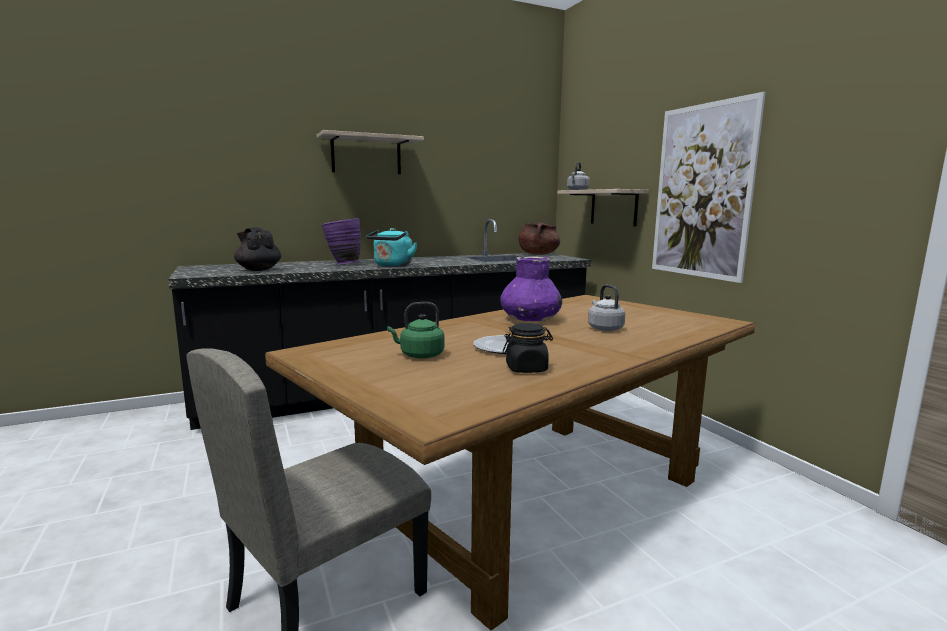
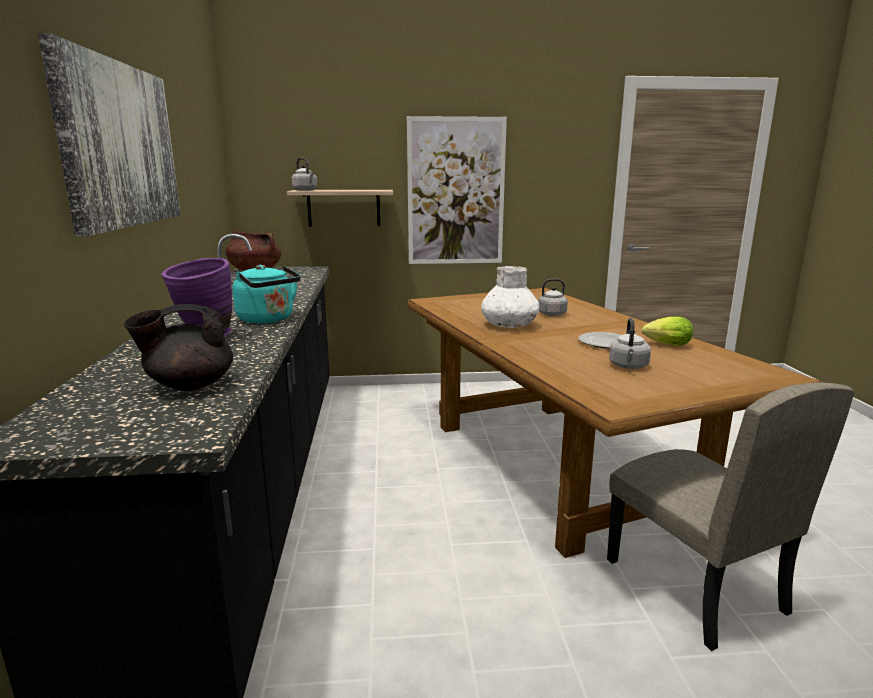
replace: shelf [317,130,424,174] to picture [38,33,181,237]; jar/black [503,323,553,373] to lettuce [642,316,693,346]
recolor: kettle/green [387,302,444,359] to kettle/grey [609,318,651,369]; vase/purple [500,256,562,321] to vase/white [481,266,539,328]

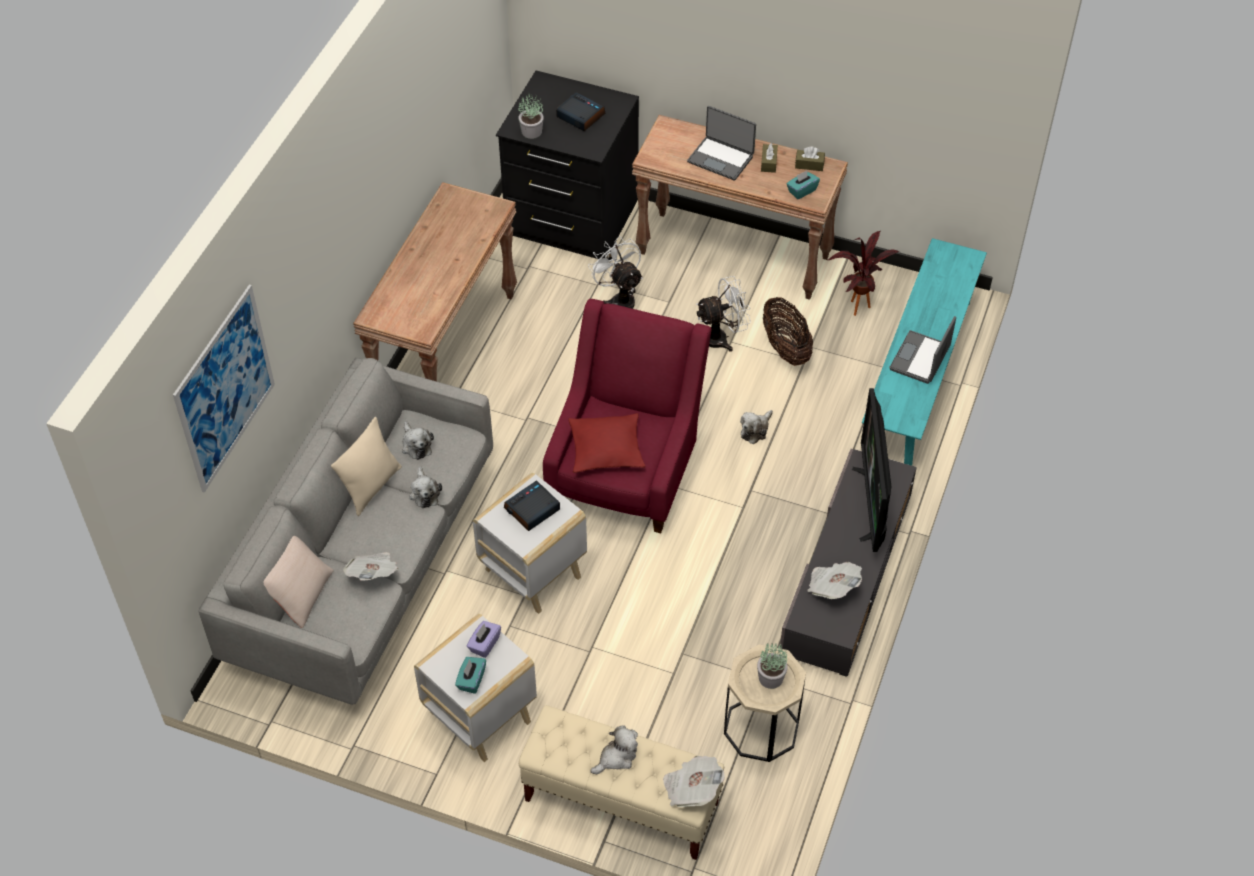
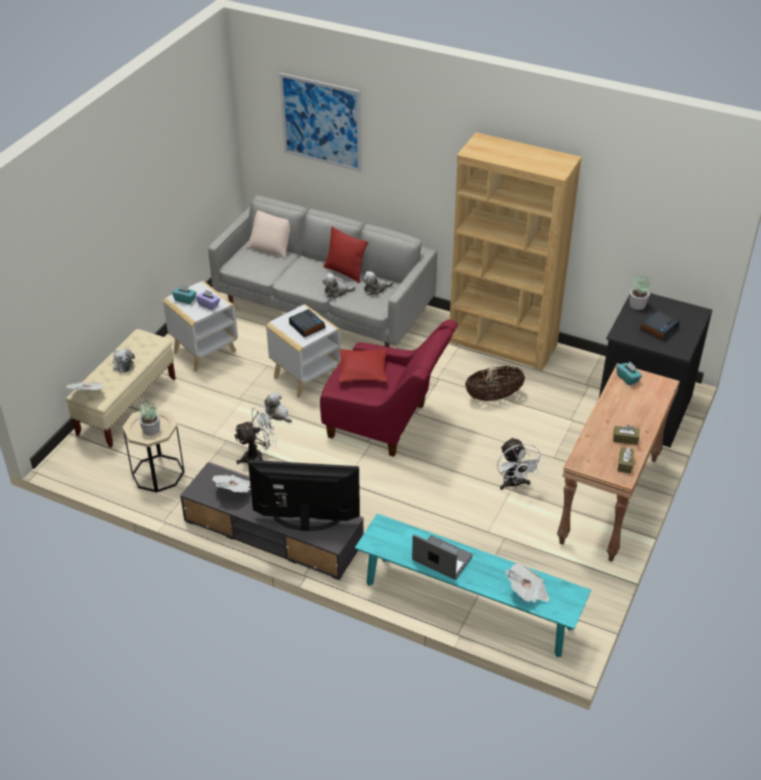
delete: laptop [687,106,756,180]; potted plant [828,231,899,316]
move: newspaper [343,552,398,581] to [506,564,549,603]; fan/white [588,236,643,309] to [234,405,278,464]; plush toy [740,410,773,444] to [264,392,292,423]; basket [763,297,813,366] to [465,366,525,401]; tissue box/turquoise [787,170,820,199] to [616,361,642,386]
replace: console table/brown [353,182,517,381] to bookcase/brown [450,132,582,371]
recolor: pillow/beige [331,417,402,516] to pillow/red [324,227,368,283]

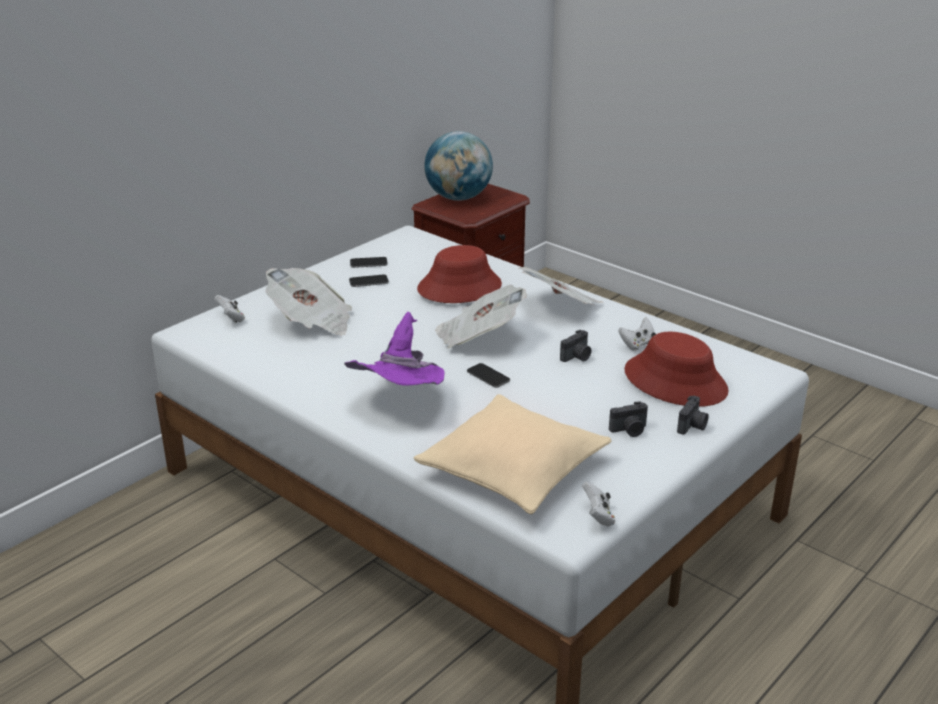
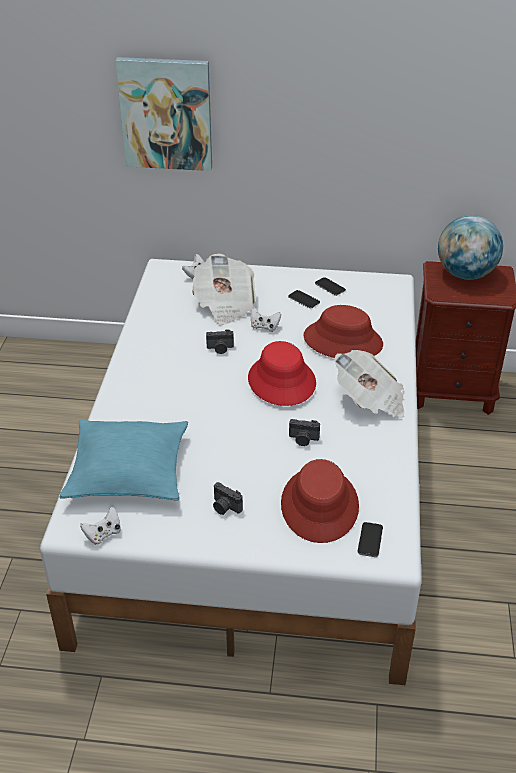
delete: hat/purple [344,312,445,386]
insert: picture [115,57,212,171]
move: phone [467,363,510,388] to [358,522,383,557]; game controller/white [618,318,656,351] to [251,308,281,332]; photo camera [677,395,709,435] to [206,330,234,354]
replace: newspaper [435,284,527,349] to hat/red [248,341,316,406]
recolor: pillow/beige [414,394,612,514] to pillow/turquoise [60,419,188,501]

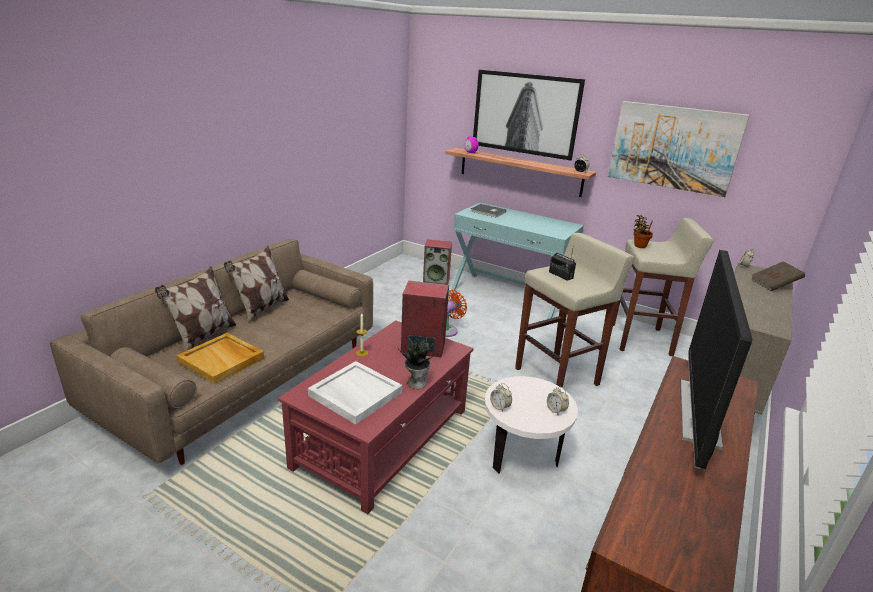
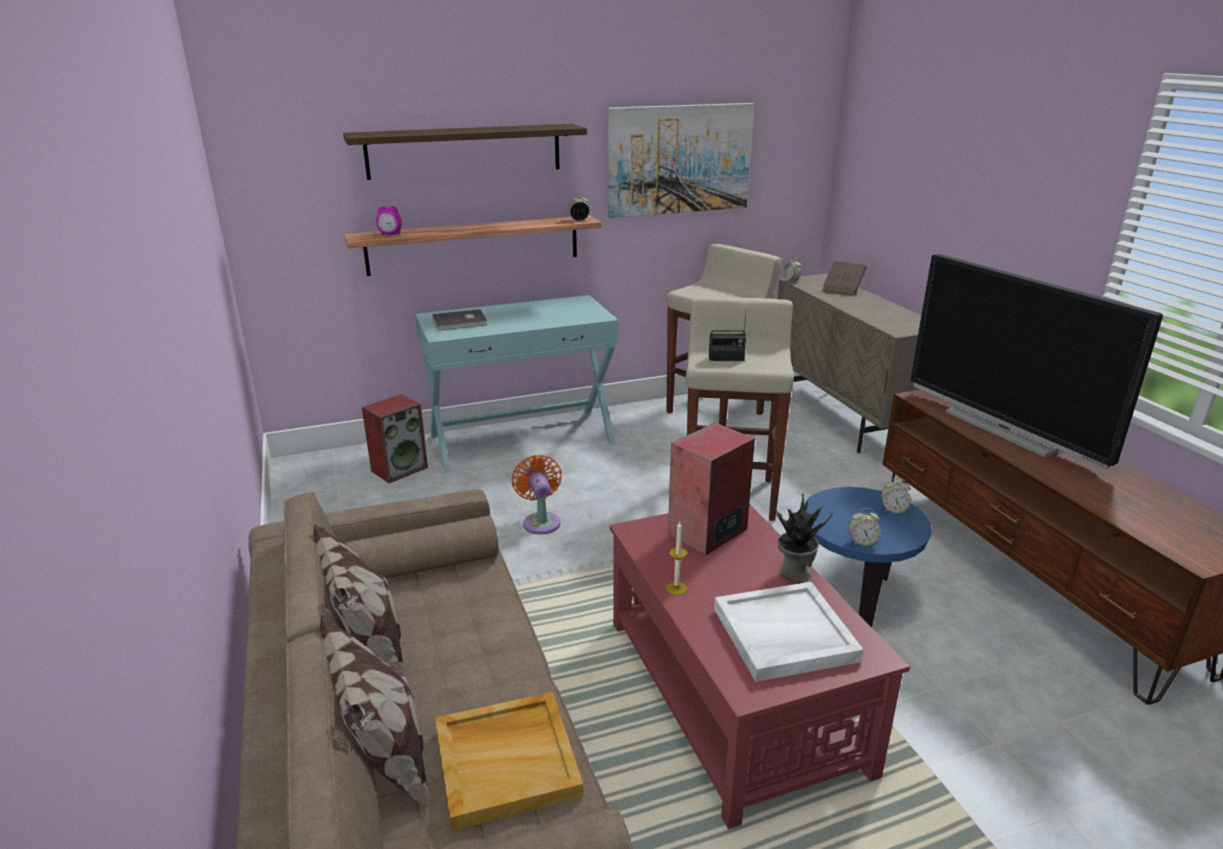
delete: potted plant [634,215,653,248]
replace: picture [473,70,585,160] to shelf [343,124,587,180]
recolor: side table/white [485,376,578,474] to side table/blue [806,487,932,627]

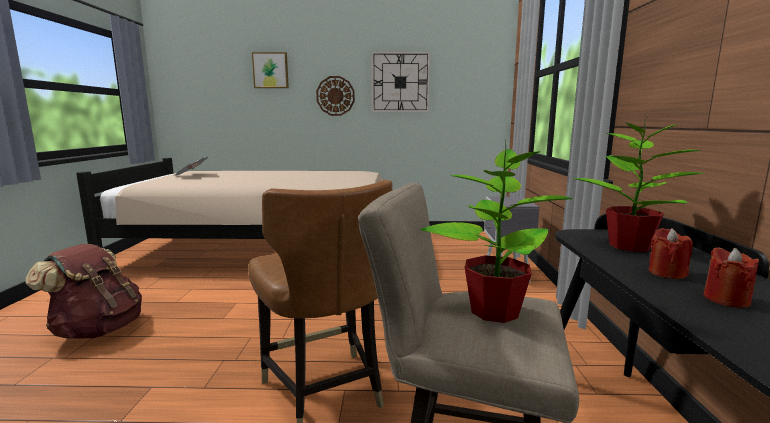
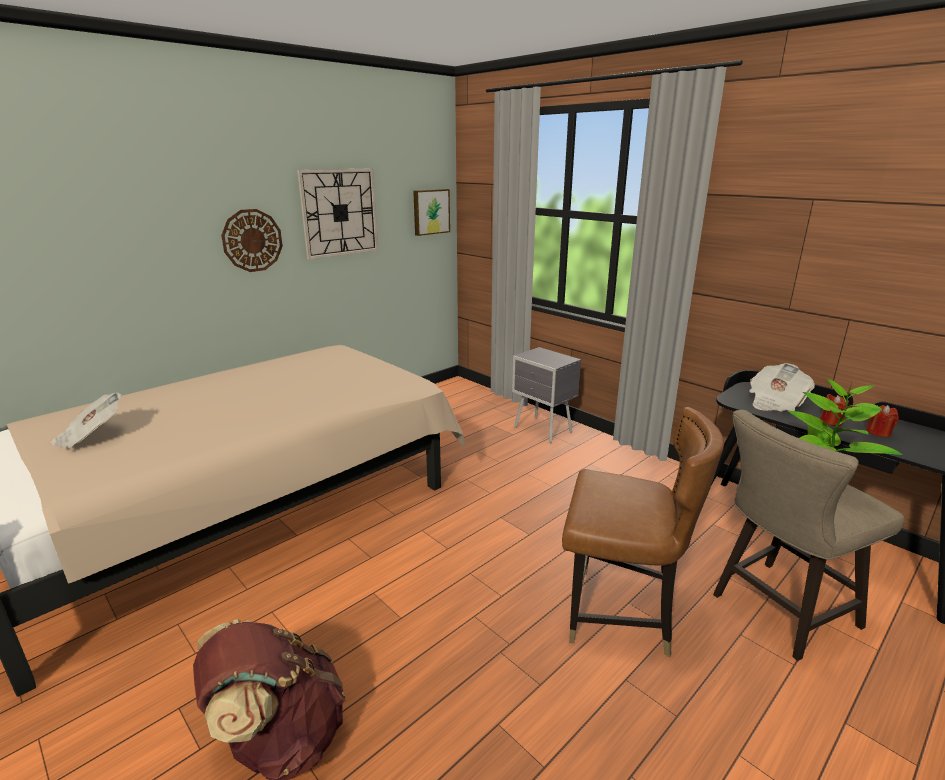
move: picture [252,52,289,88] to [413,189,450,236]
replace: potted plant [572,117,705,252] to newspaper [749,363,815,412]

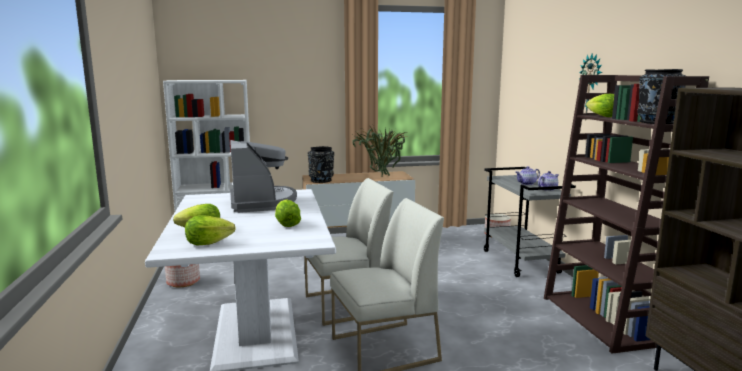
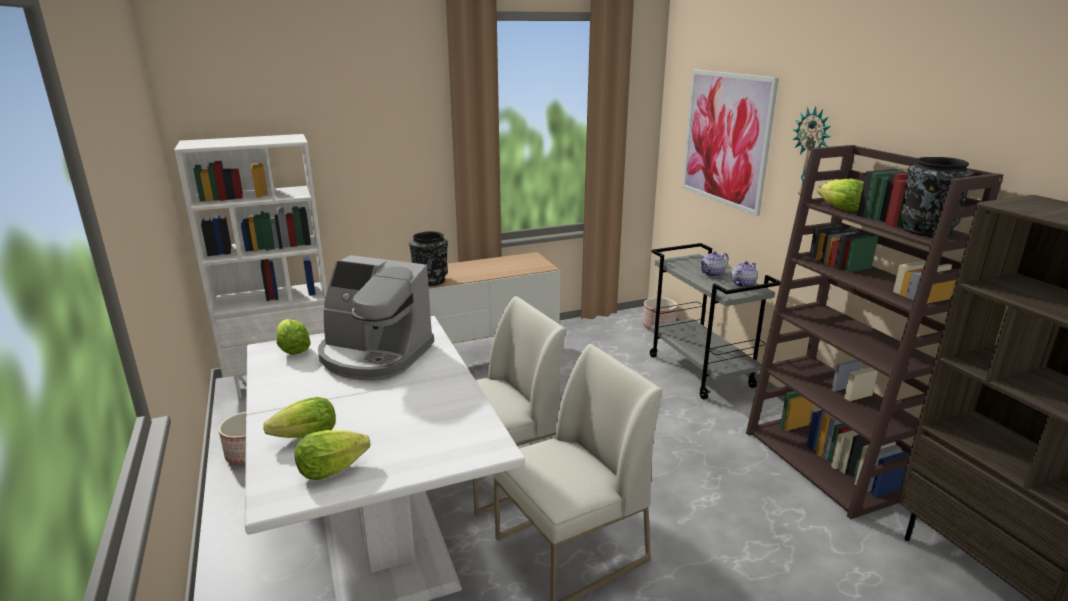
delete: potted plant [352,127,408,177]
insert: picture [682,70,779,216]
move: lettuce [275,199,301,227] to [277,319,311,355]
rotate: coffee machine [230,140,297,213] = [318,255,434,381] 135 degrees clockwise

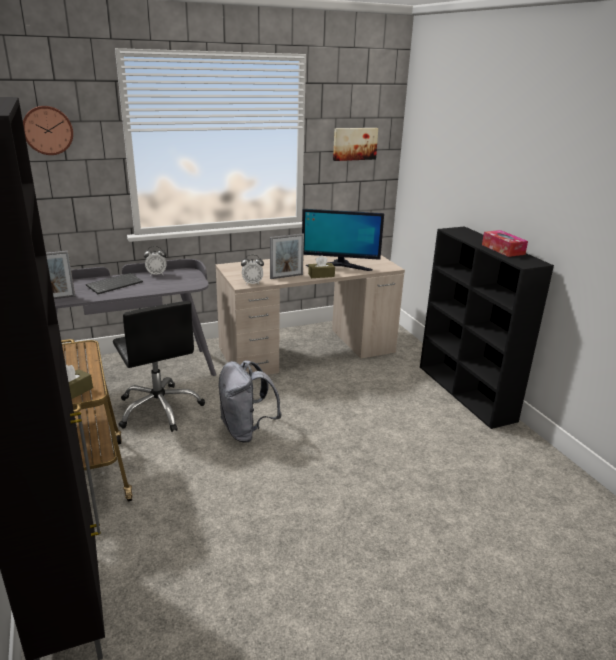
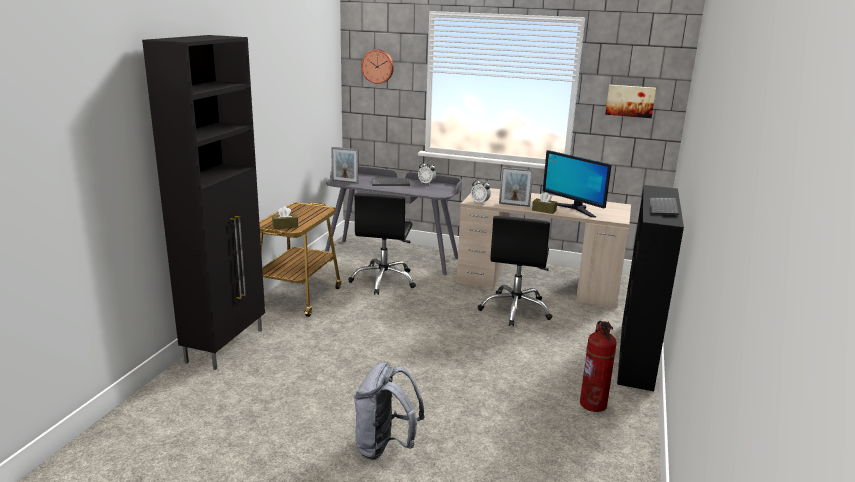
insert: office chair/black [478,216,553,327]; fire extinguisher [580,321,617,412]
move: backpack/grey [218,360,282,442] to [354,362,425,460]
replace: tissue box [482,230,528,257] to keyboard [650,198,679,215]

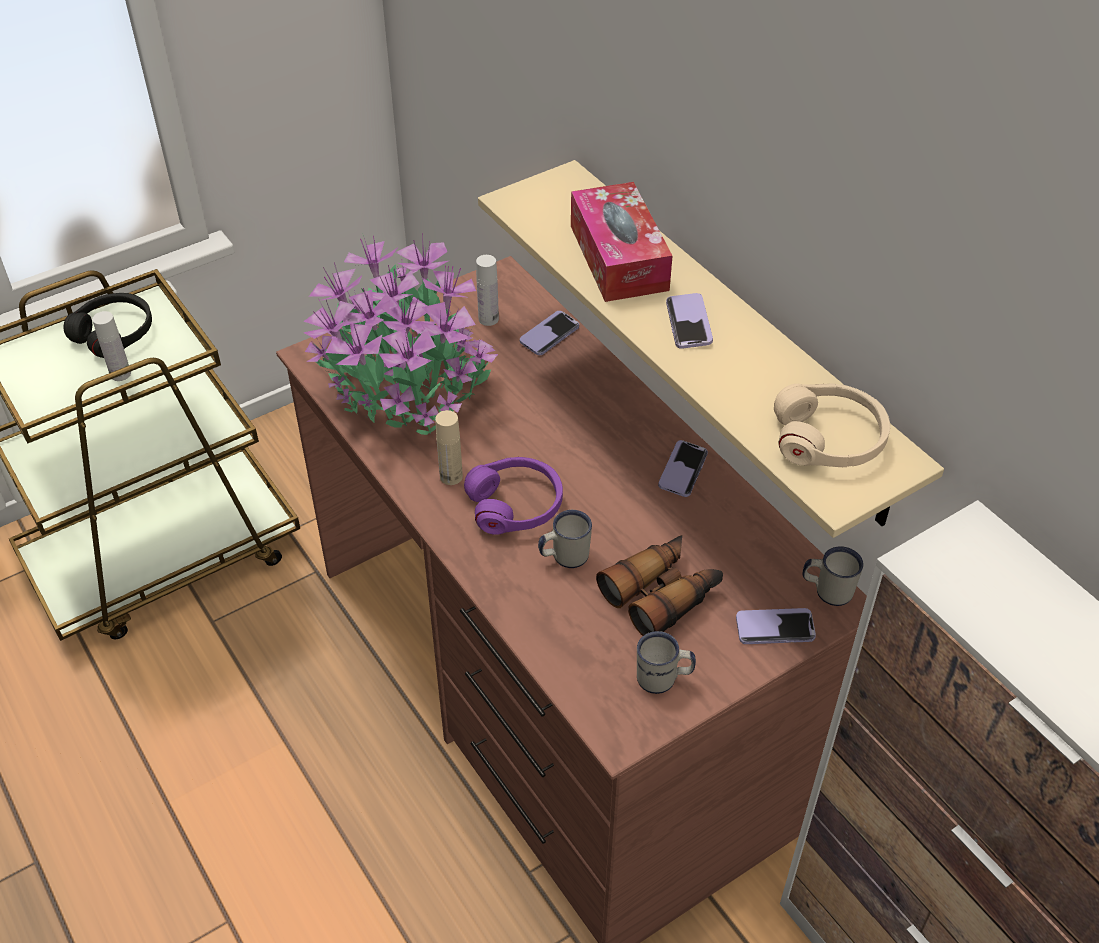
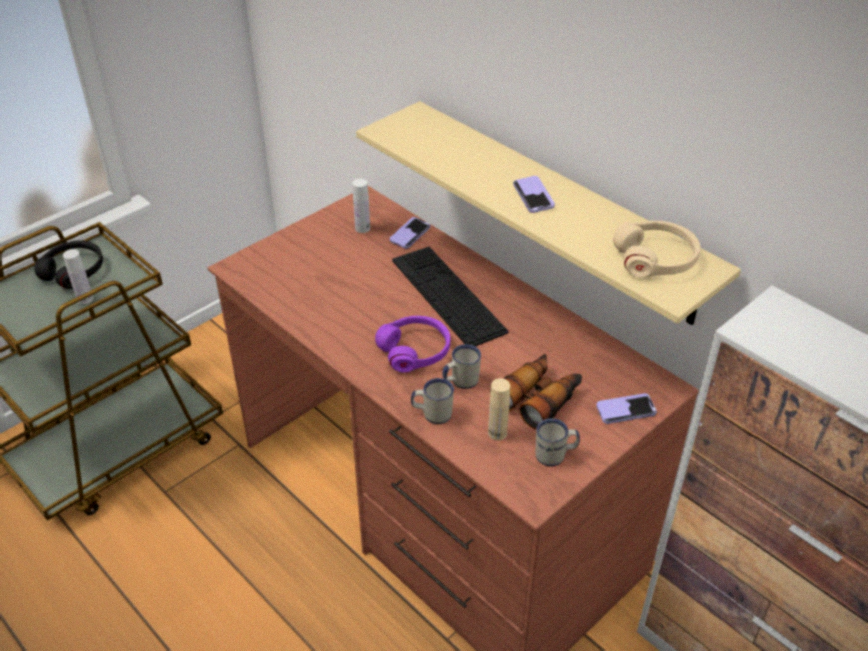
delete: potted plant [303,233,498,435]; tissue box [571,182,673,302]; phone [658,440,708,497]
insert: keyboard [392,247,508,346]
move: bottle/beige [435,410,463,485] to [488,378,510,441]; mug/white [802,546,864,606] to [411,378,454,424]

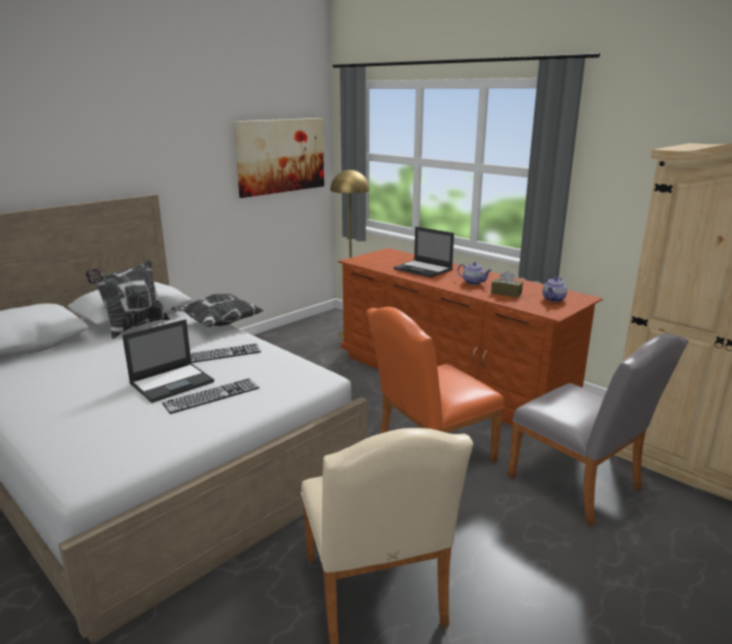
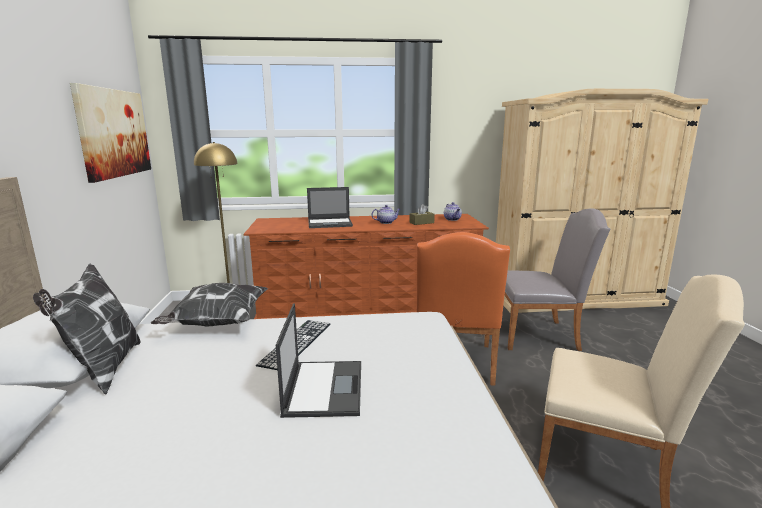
delete: keyboard [162,379,259,414]

